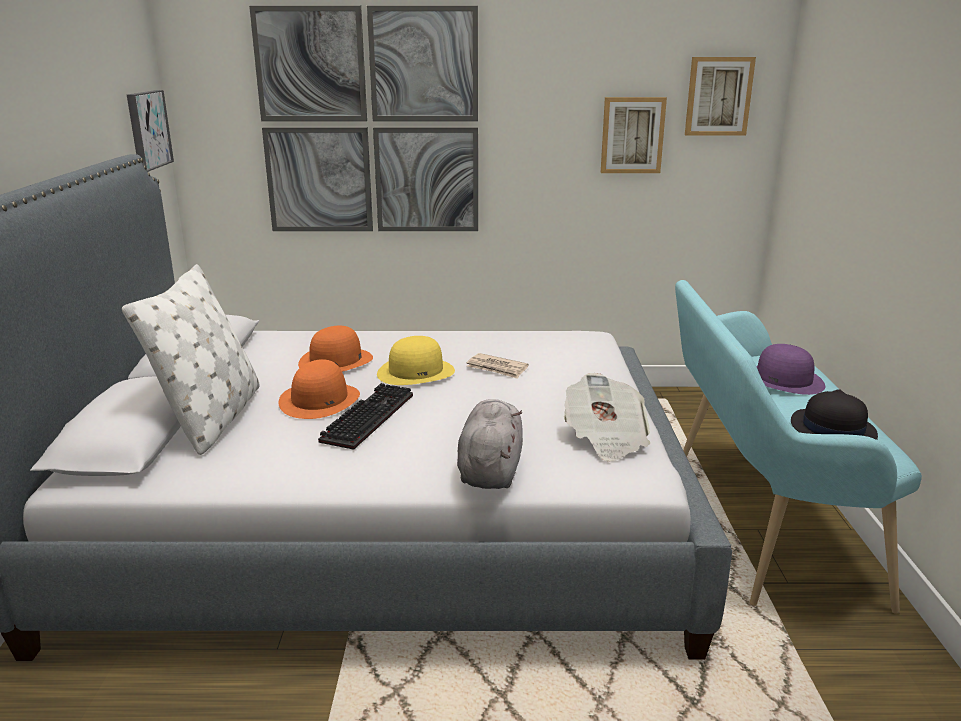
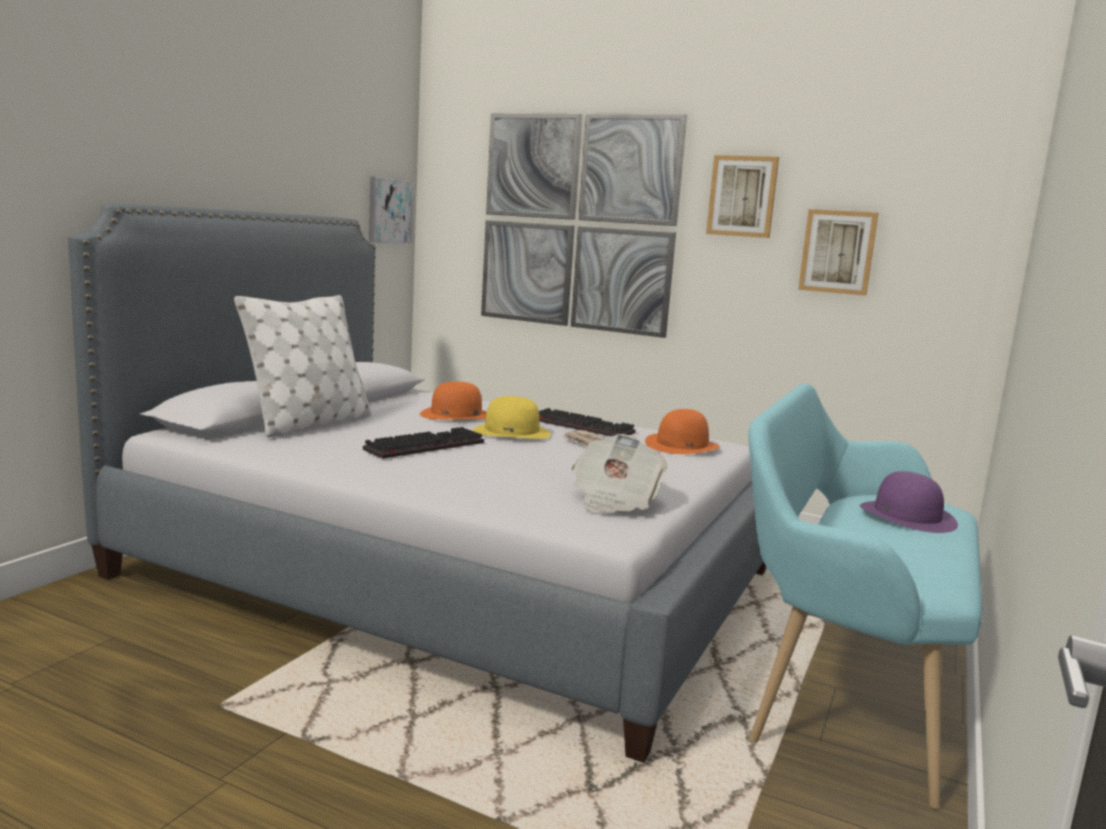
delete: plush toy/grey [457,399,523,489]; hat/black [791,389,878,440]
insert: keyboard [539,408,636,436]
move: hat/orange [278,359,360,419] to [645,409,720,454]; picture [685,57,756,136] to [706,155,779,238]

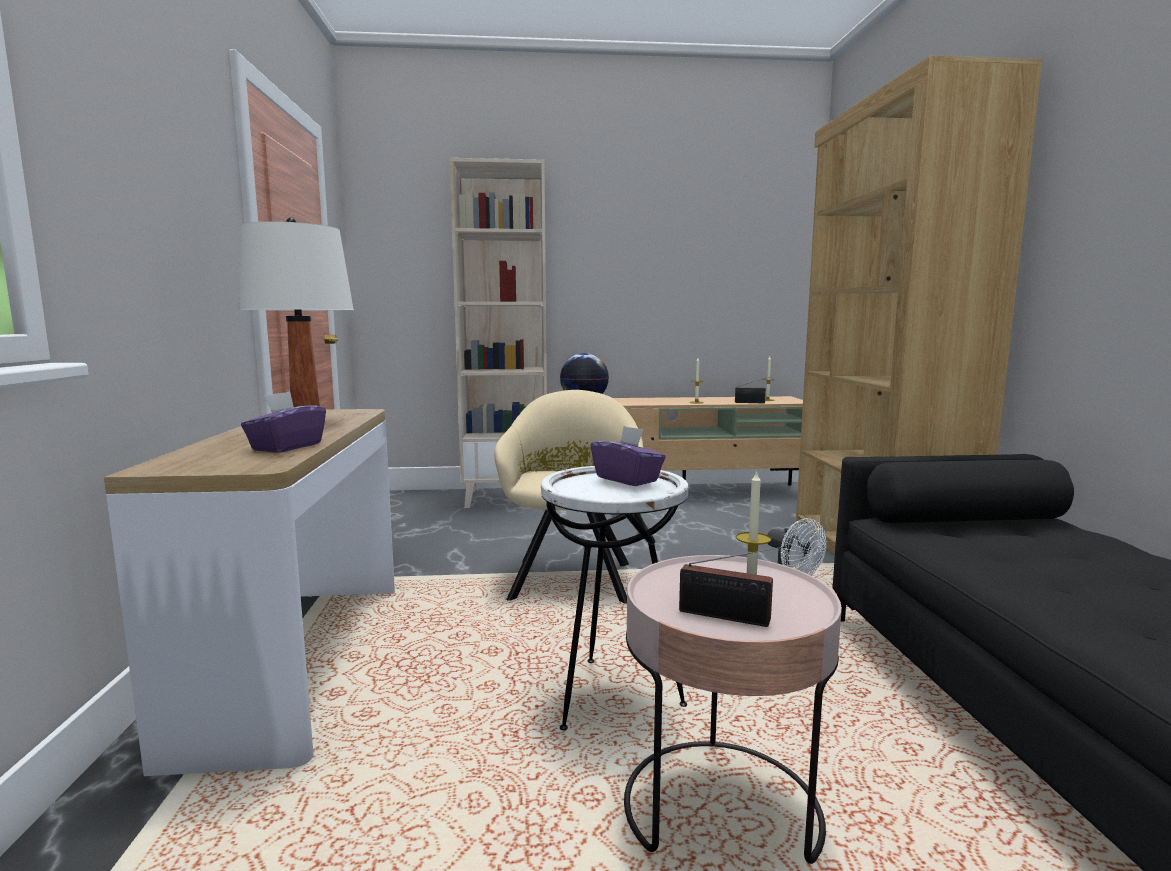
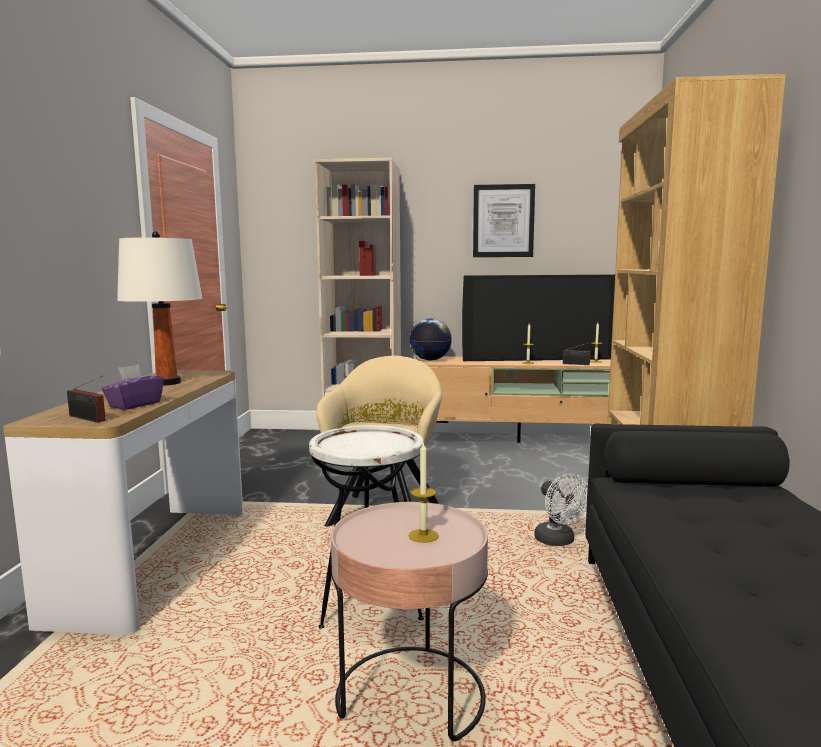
delete: tissue box/purple [591,426,666,486]
insert: television [462,275,615,361]; picture [473,184,535,257]
move: radio [679,546,786,627] to [67,375,106,423]

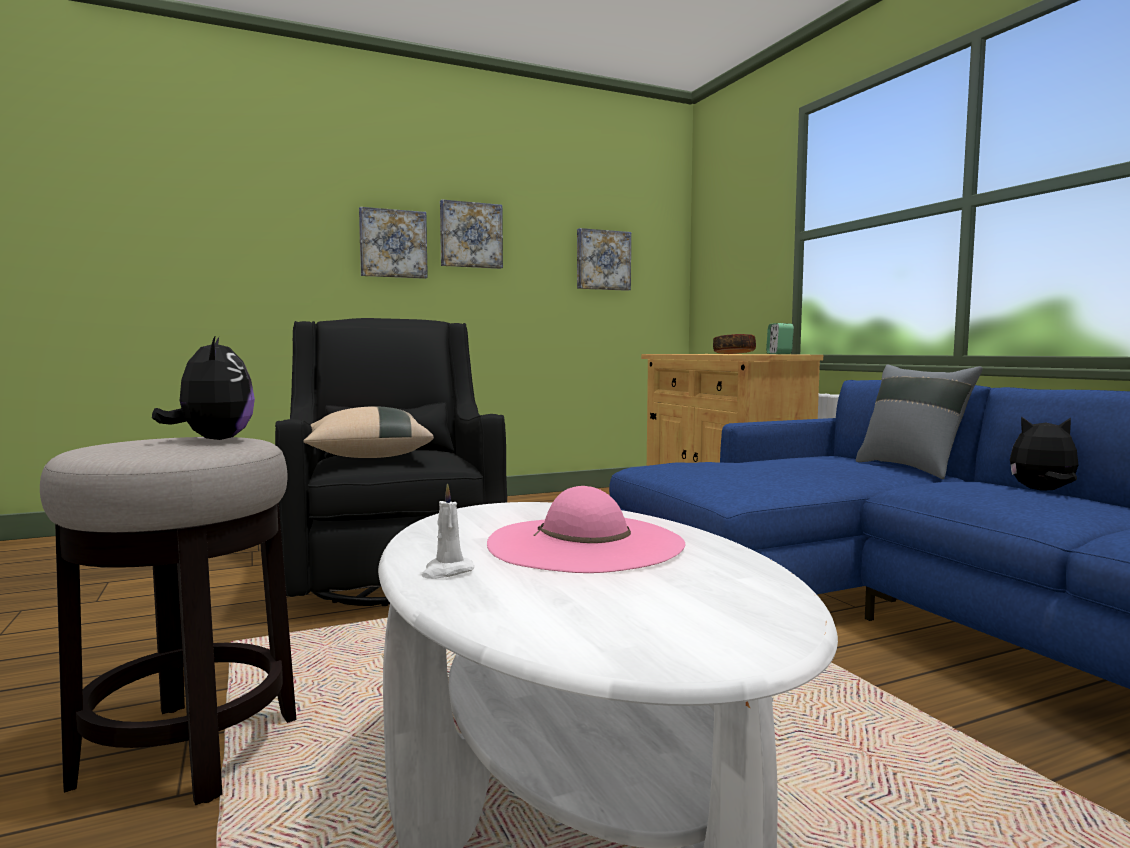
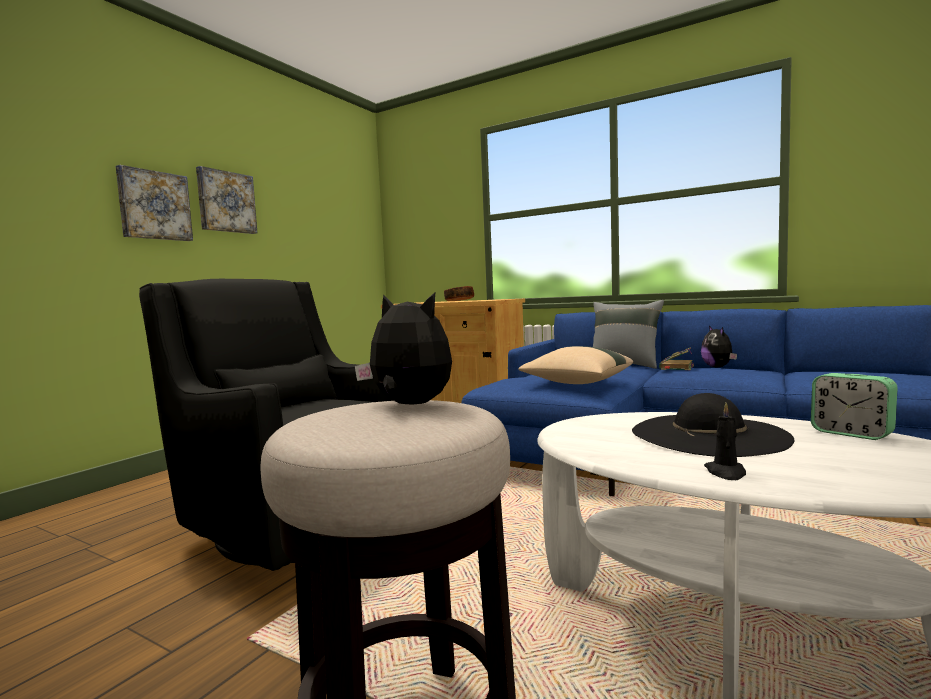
delete: picture [577,228,631,291]
insert: book [659,347,694,370]
move: pillow/beige [303,406,434,458] to [518,346,633,384]; alarm clock [766,323,794,354] to [811,373,898,440]
recolor: candle/white [421,483,474,579] to candle/black [704,402,746,480]; hat/pink [487,486,685,573] to hat/black [632,393,794,457]
rotate: plush toy [1010,416,1078,491] = [701,326,737,368] 75 degrees counterclockwise

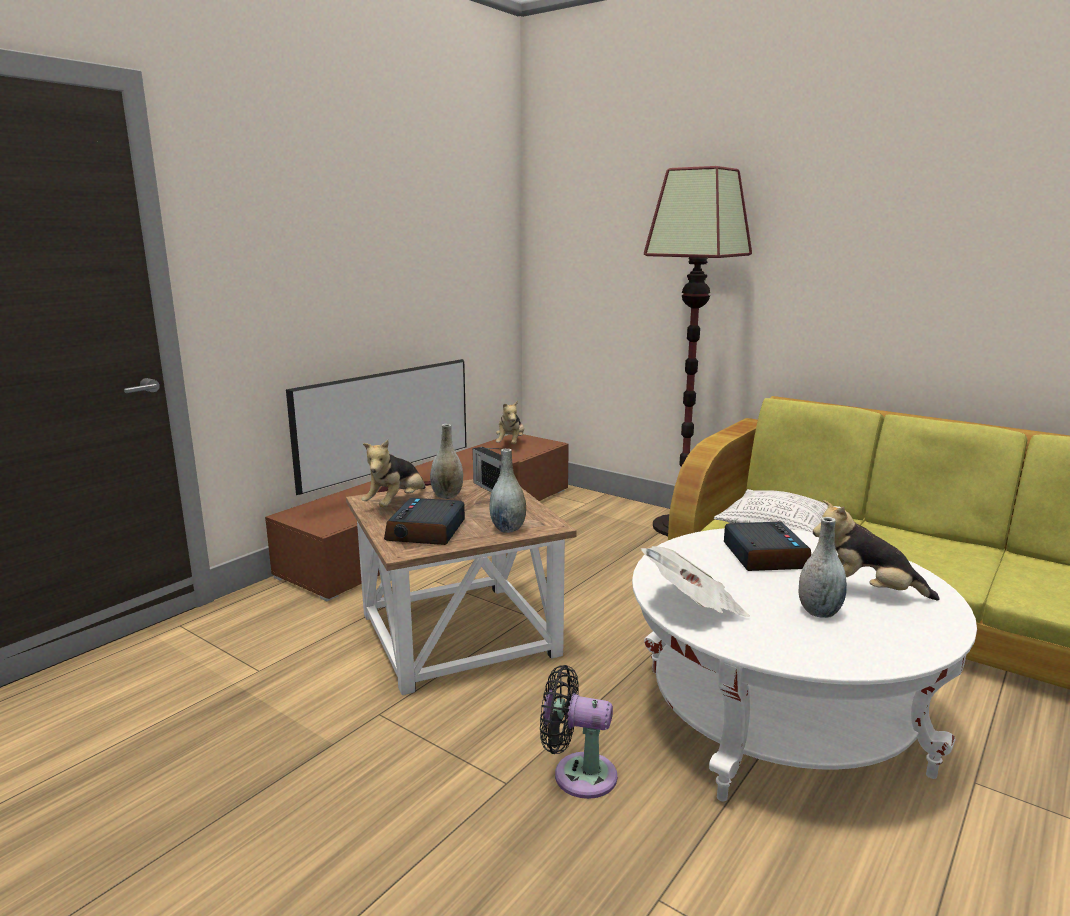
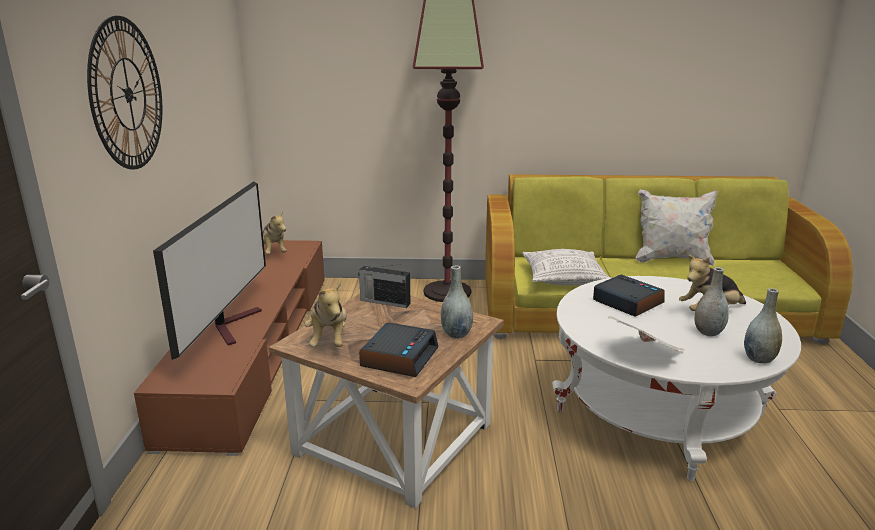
delete: fan/black [540,665,617,799]
insert: wall clock [87,16,162,169]; pillow/white [636,189,718,266]
move: vase/grey [430,424,463,499] to [744,288,782,364]
rotate: alarm clock [384,498,465,545] = [359,322,438,377] 135 degrees counterclockwise

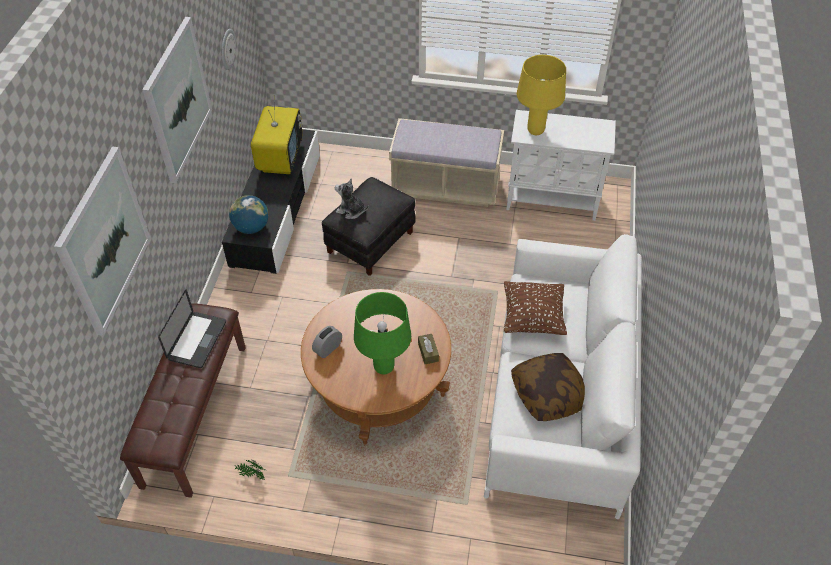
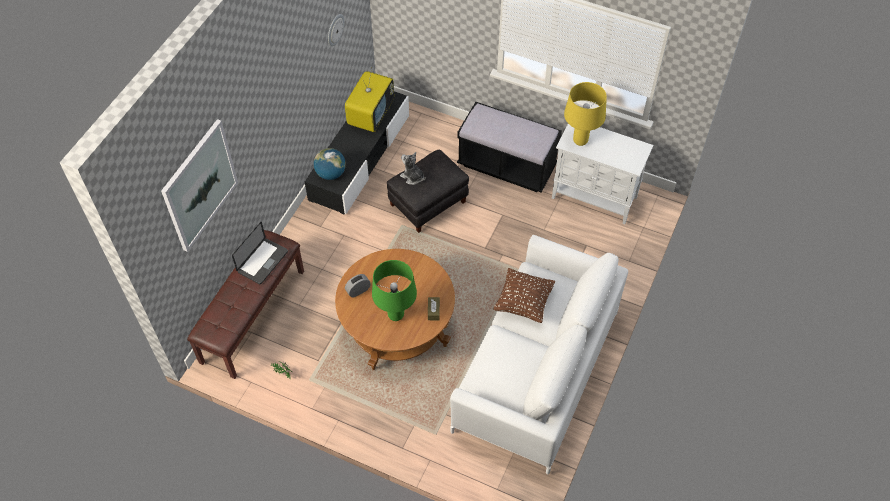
delete: picture [142,17,212,183]; pillow [511,353,585,421]
recolor: bench/beige [389,118,504,207] to bench/black [457,102,562,193]

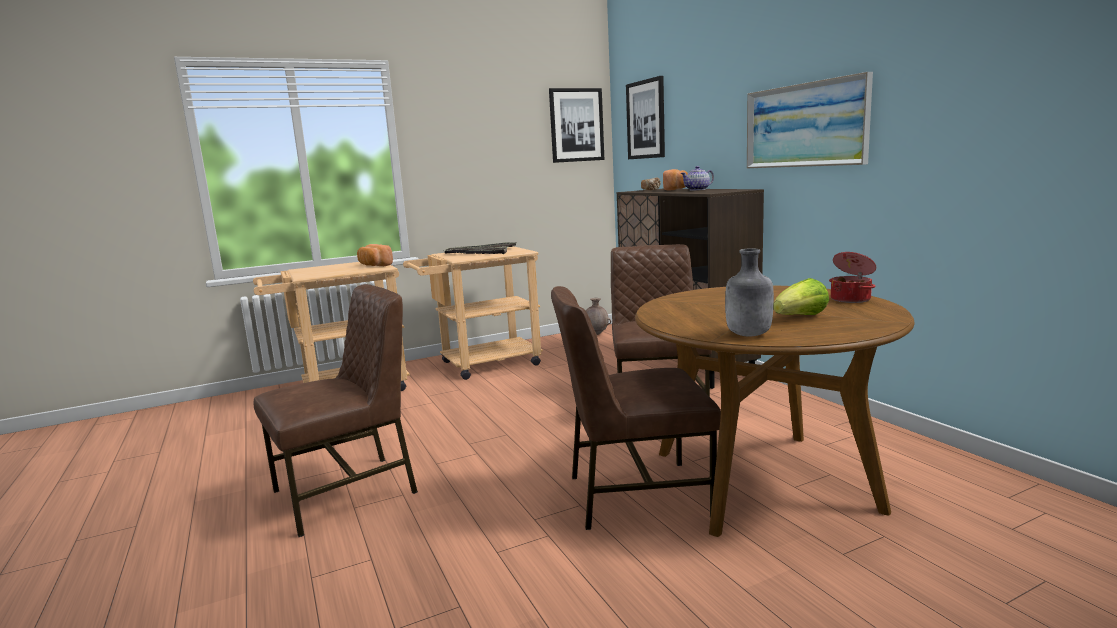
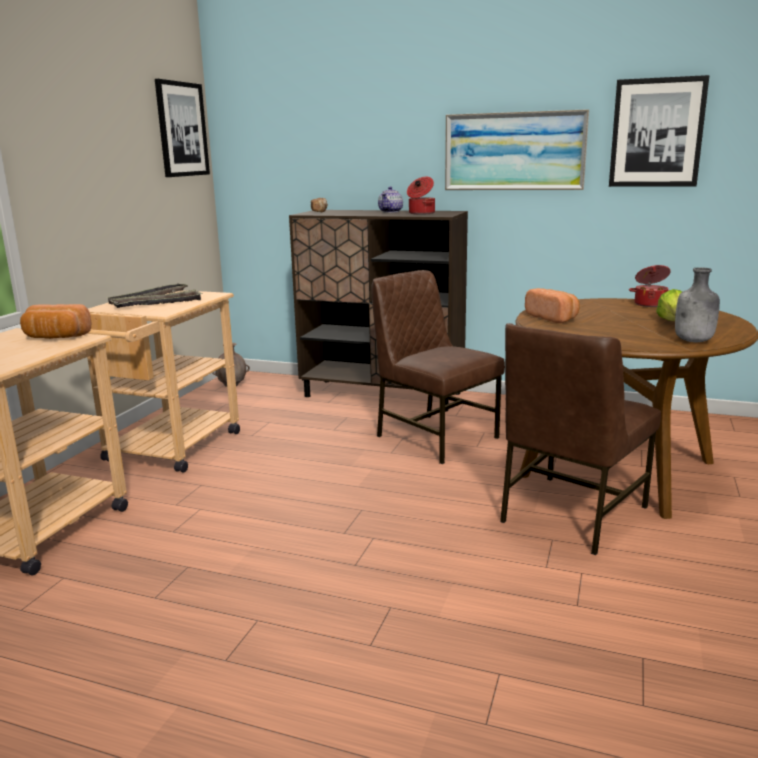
delete: chair/brown [253,284,418,537]
insert: cooking pot [407,177,435,215]
move: picture [626,76,665,159] to [609,75,709,187]; bread [663,169,688,190] to [525,288,580,323]

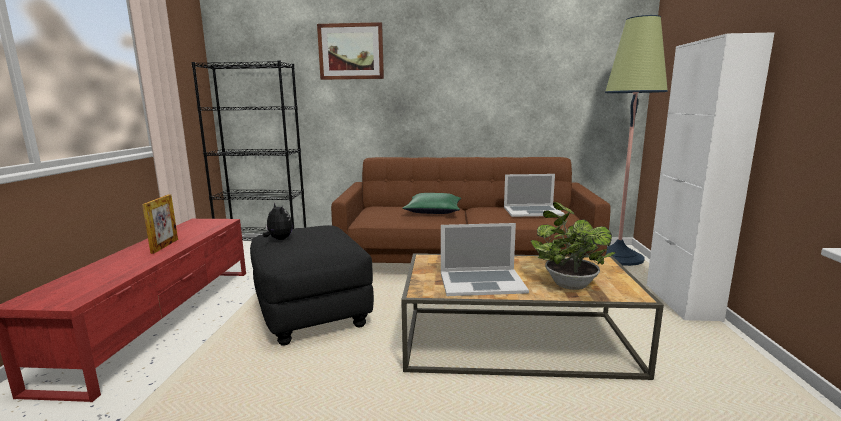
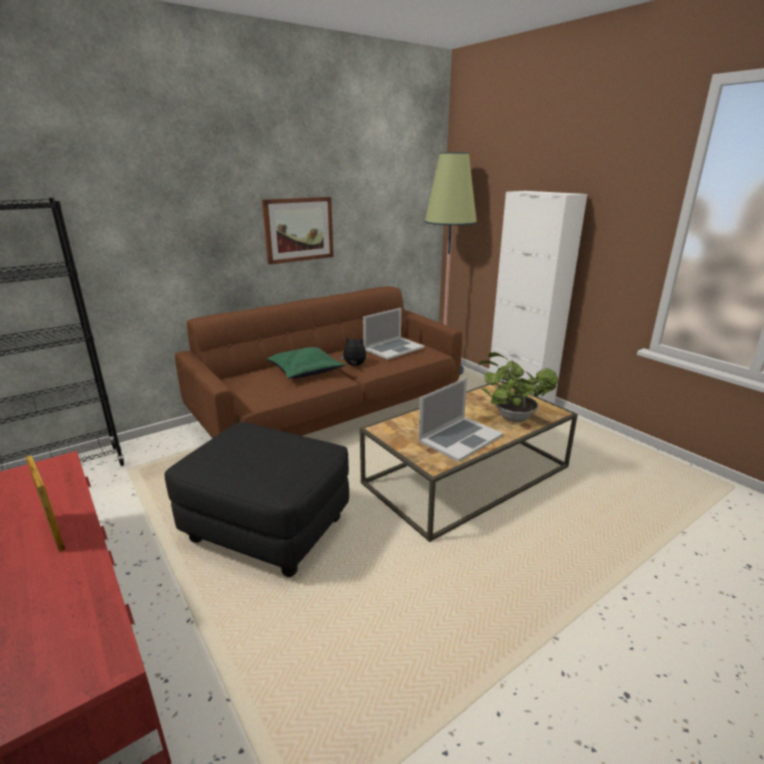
move: plush toy [263,203,292,240] to [340,337,366,366]; picture [317,22,384,80] to [262,197,334,264]

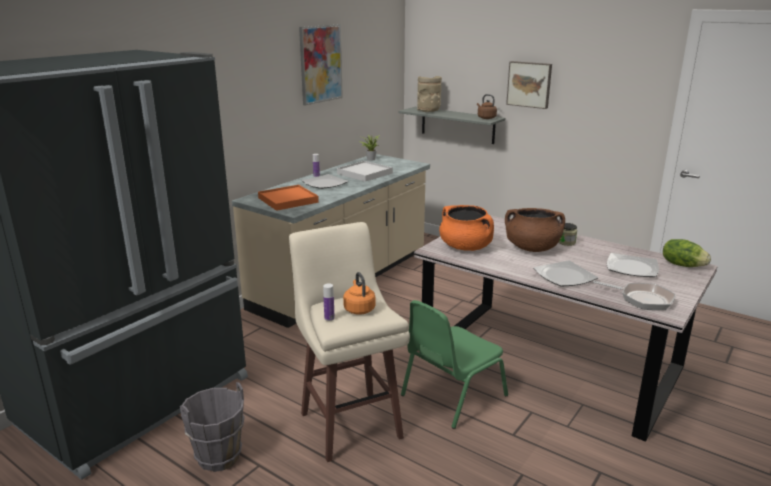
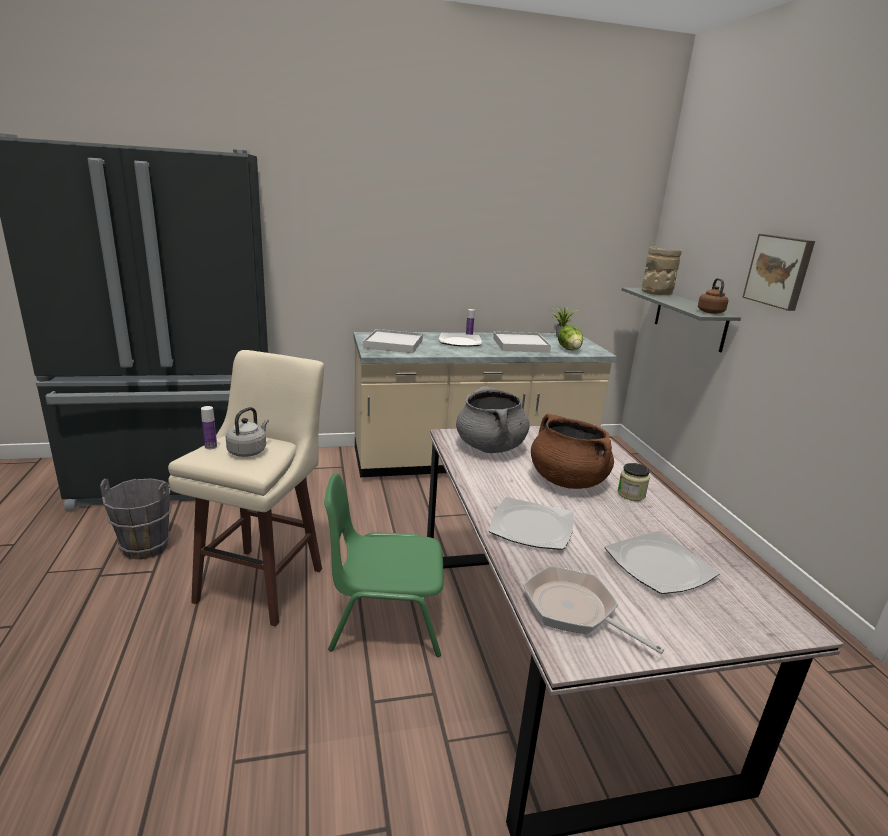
delete: picture [299,24,343,106]
move: lettuce [663,239,711,267] to [558,326,583,350]
recolor: tray/orange [258,185,319,211] to tray/white [363,329,423,353]; kettle/orange [343,272,375,315] to kettle/grey [226,407,269,457]; cooking pot/orange [439,205,494,251] to cooking pot/grey [456,386,530,453]
rotate: frying pan [593,281,676,310] = [523,566,664,654] 150 degrees clockwise

